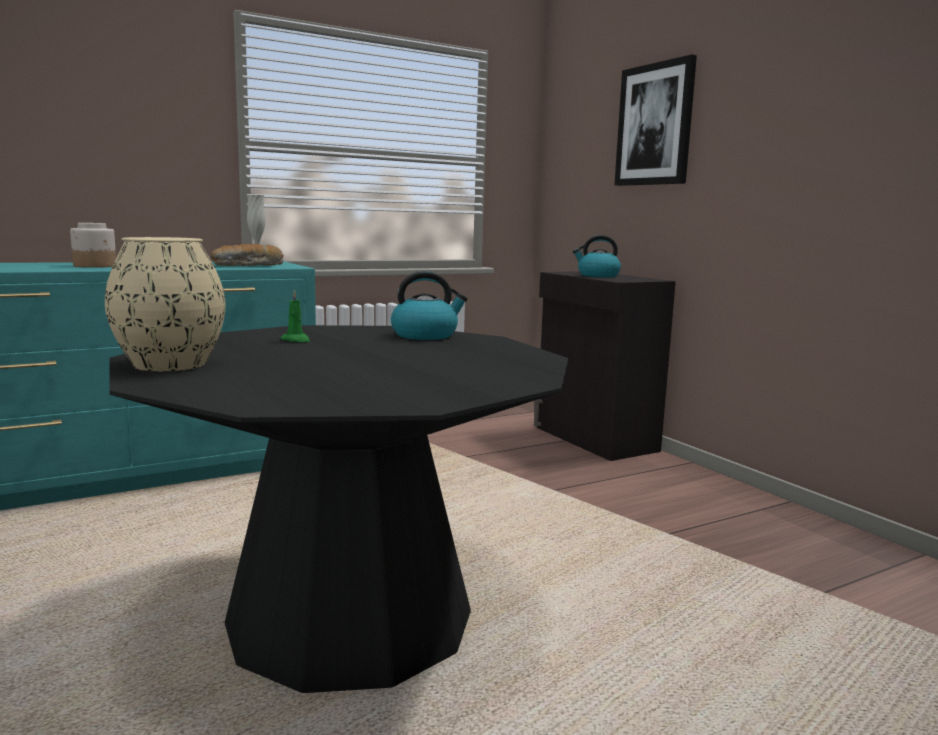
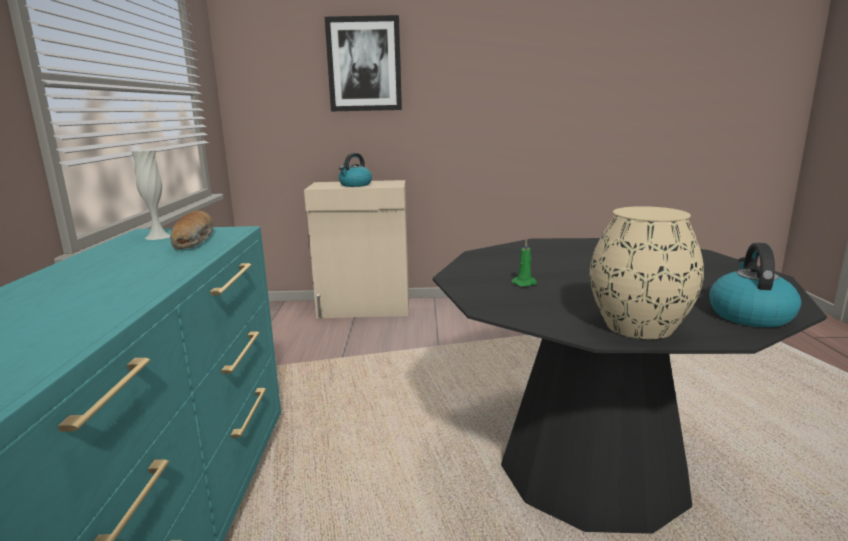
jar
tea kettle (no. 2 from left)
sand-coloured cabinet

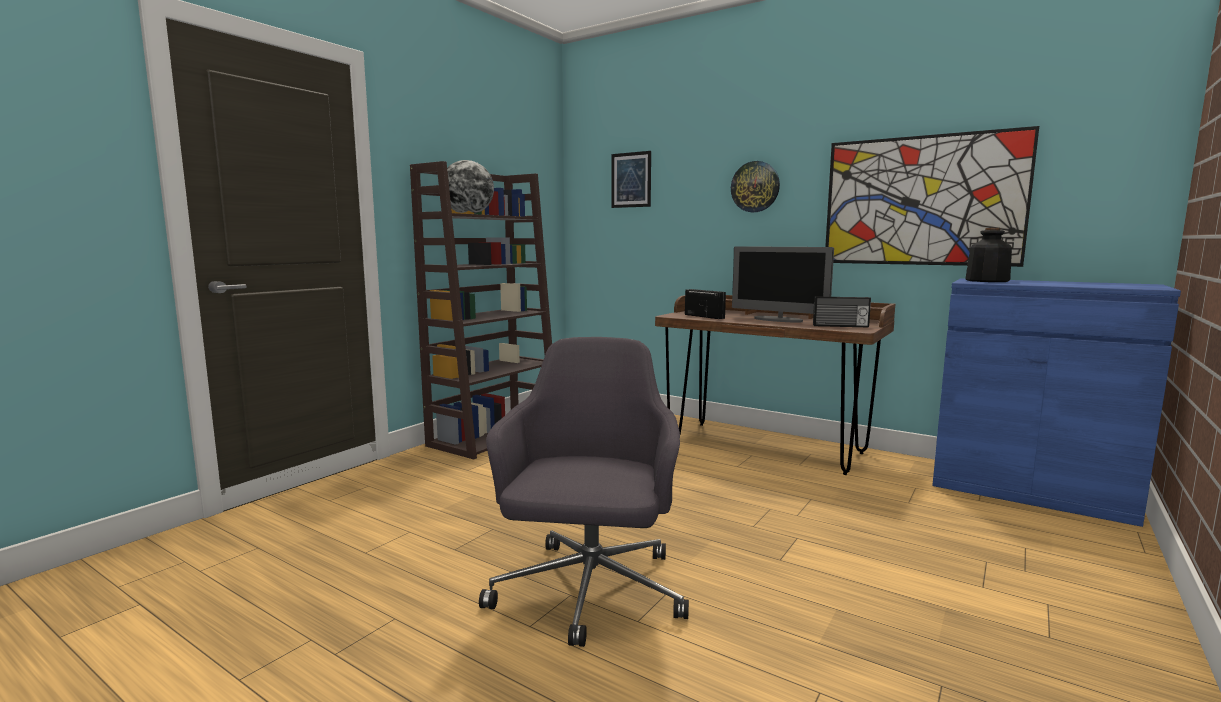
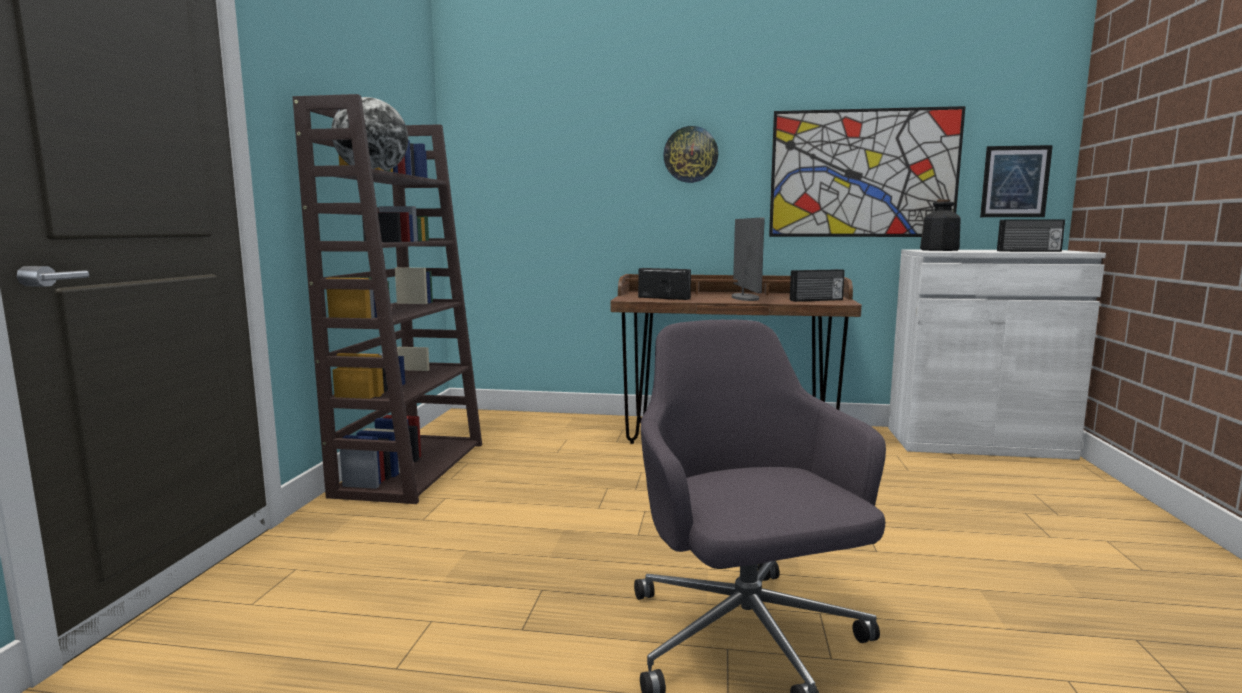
wall picture (no. 2 from left)
computer screen
white-coloured cabinet
radio (no. 3 from left)

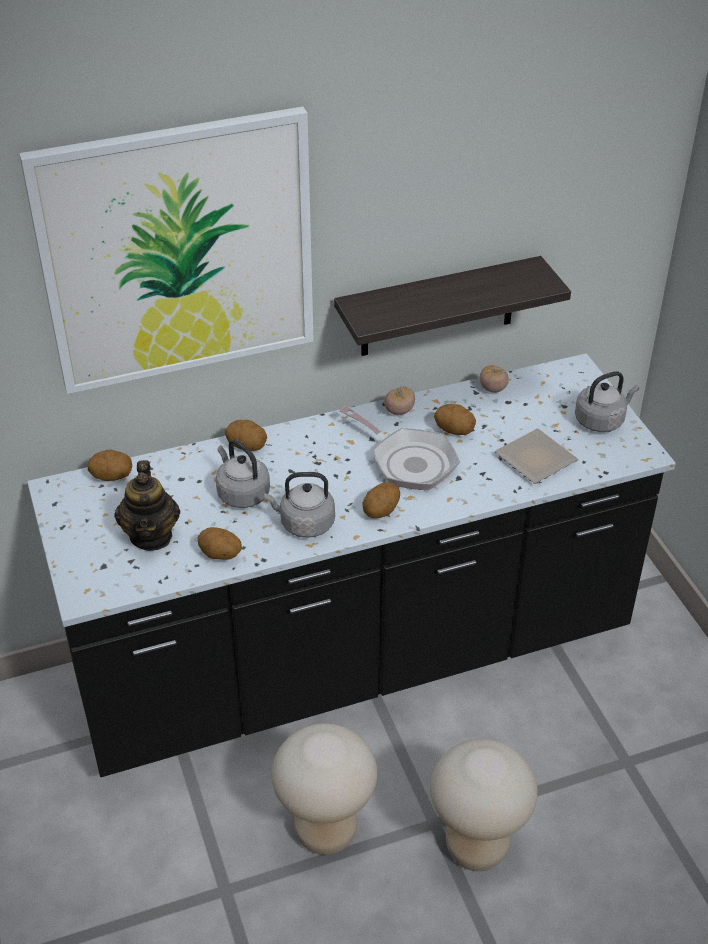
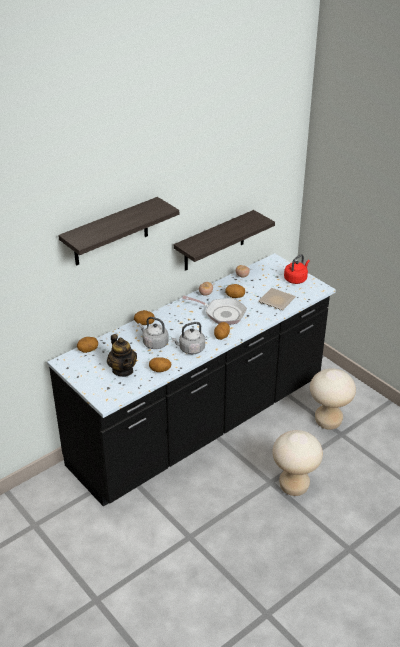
wall shelf (no. 1 from left)
sand-coloured stool (no. 2 from left)
red-coloured tea kettle

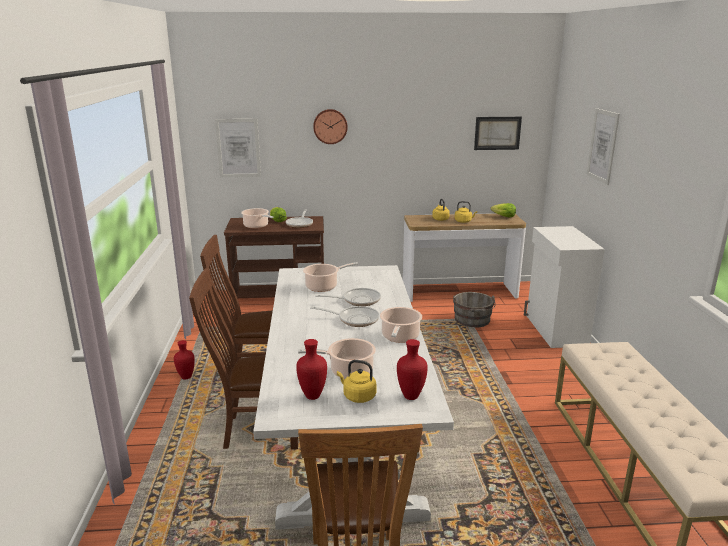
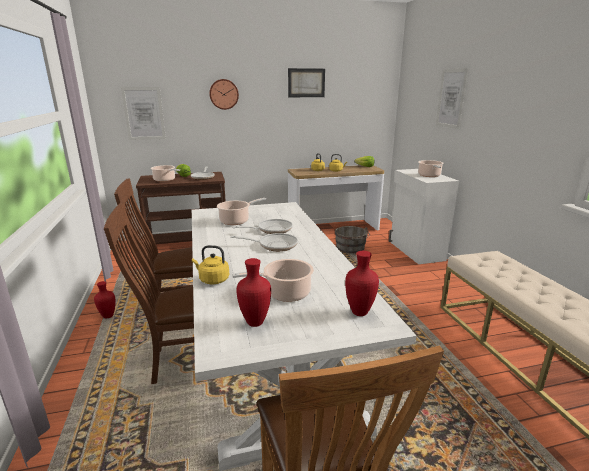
yellow tea kettle (no. 1 from left)
cooking pot (no. 4 from left)
wall picture (no. 2 from left)

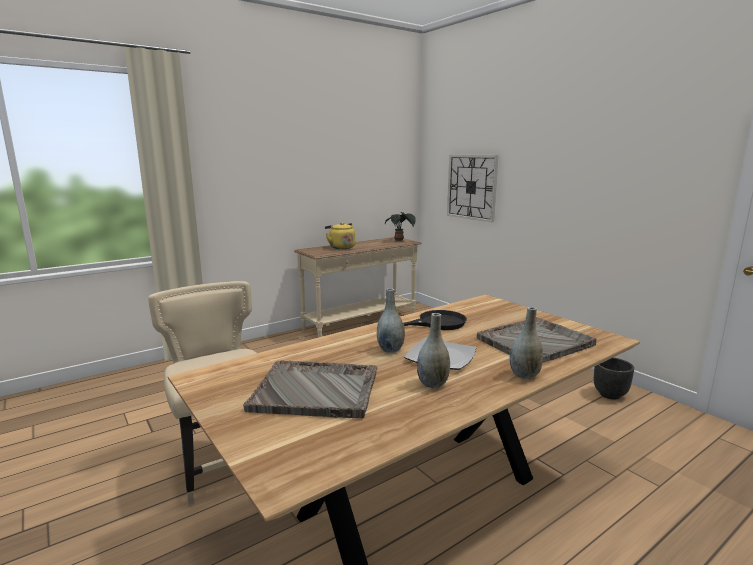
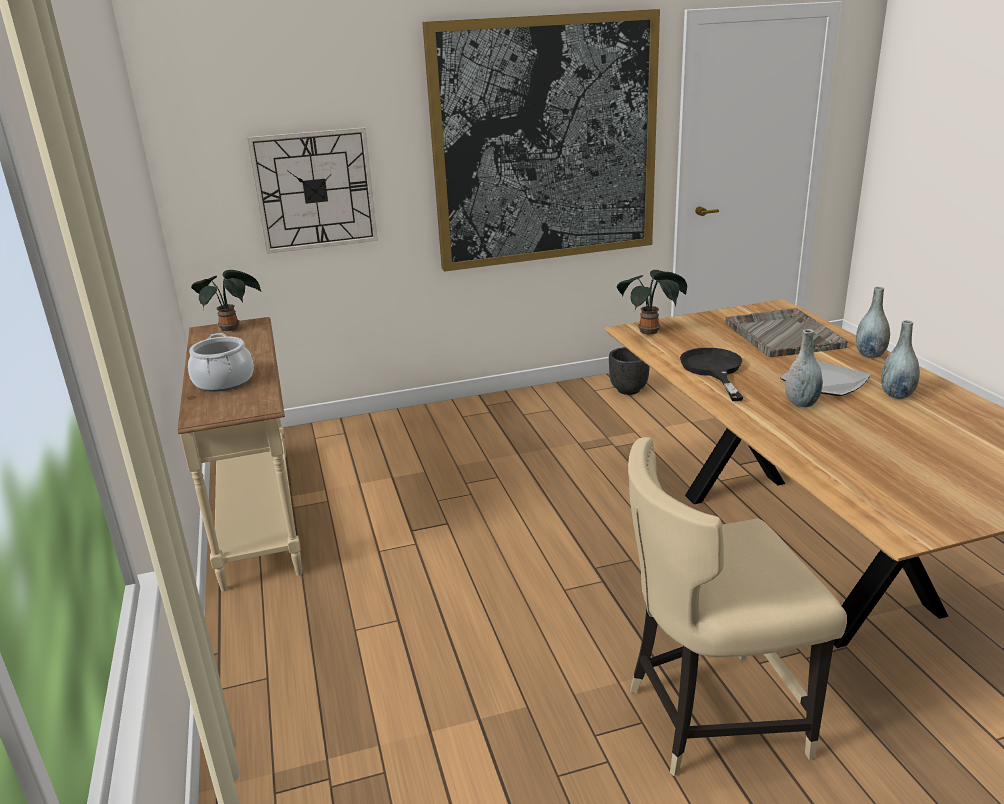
grey carrying tray (no. 1 from left in the first image)
cooking pot
wall picture
potted plant (no. 2 from left)

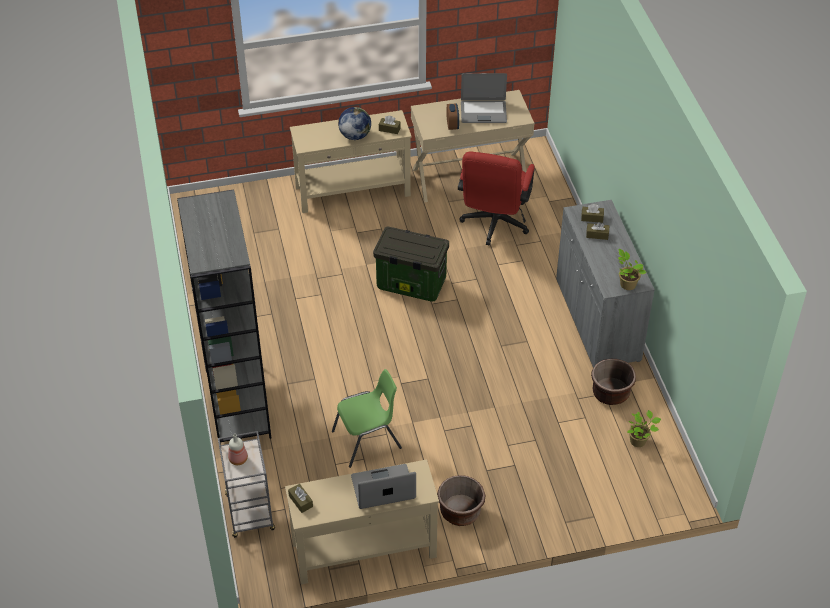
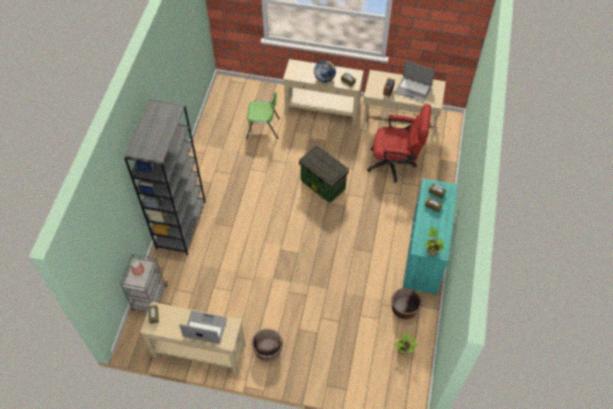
greenish upright chair
red-coloured computer chair
blue-green cabinet

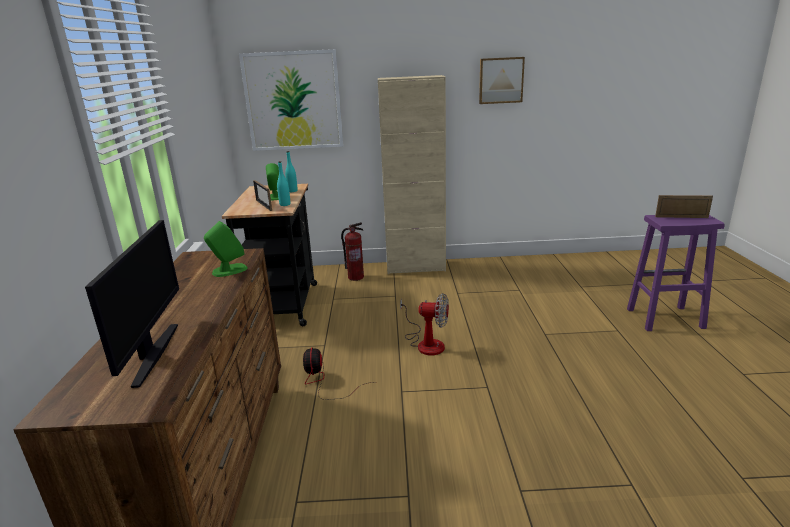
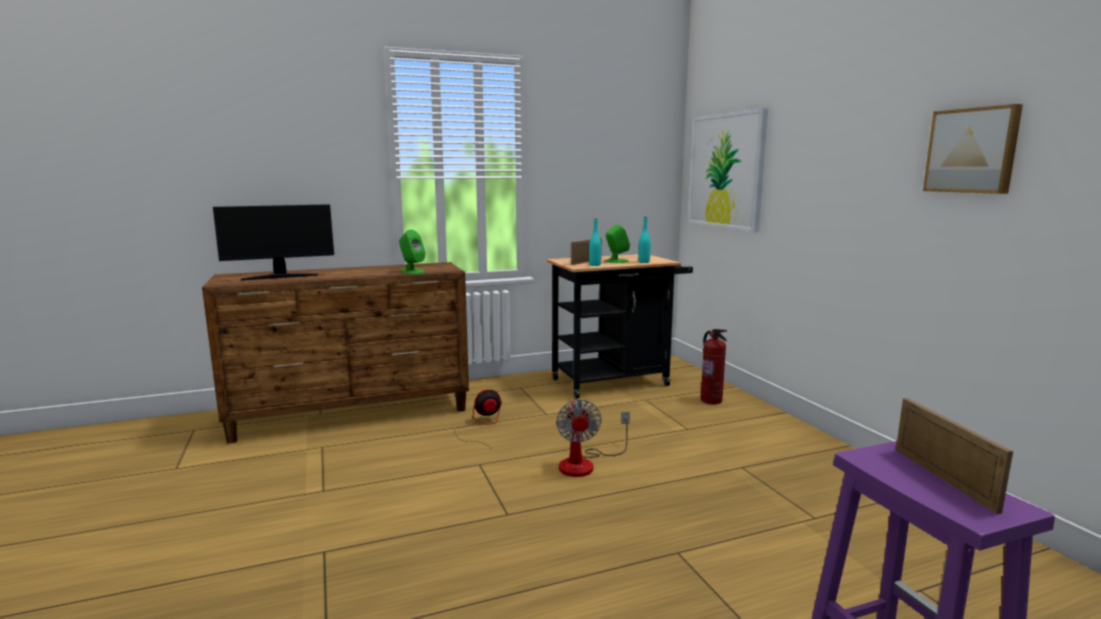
sand-coloured cabinet

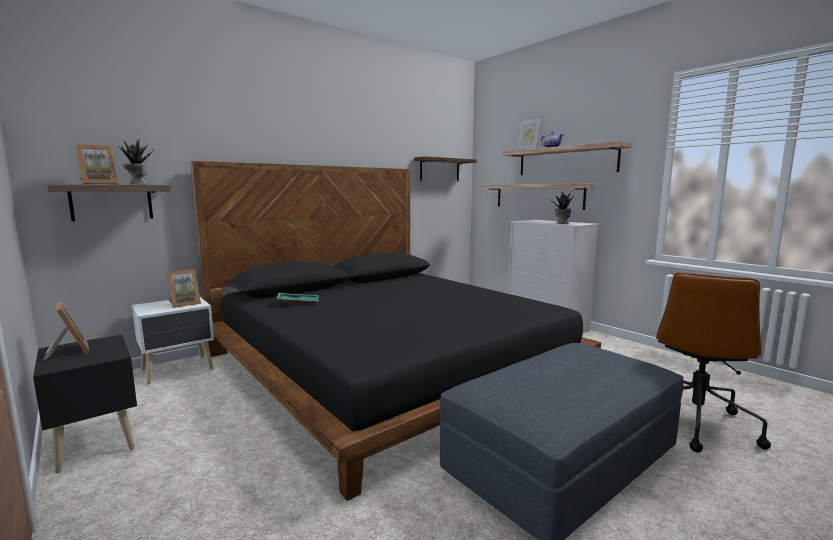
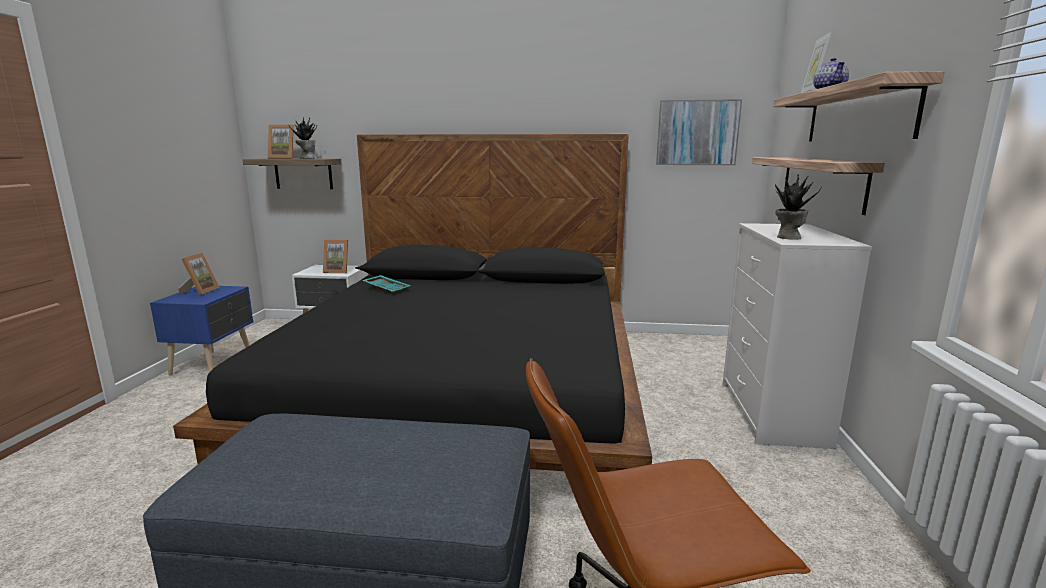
blue-coloured night table
wall picture

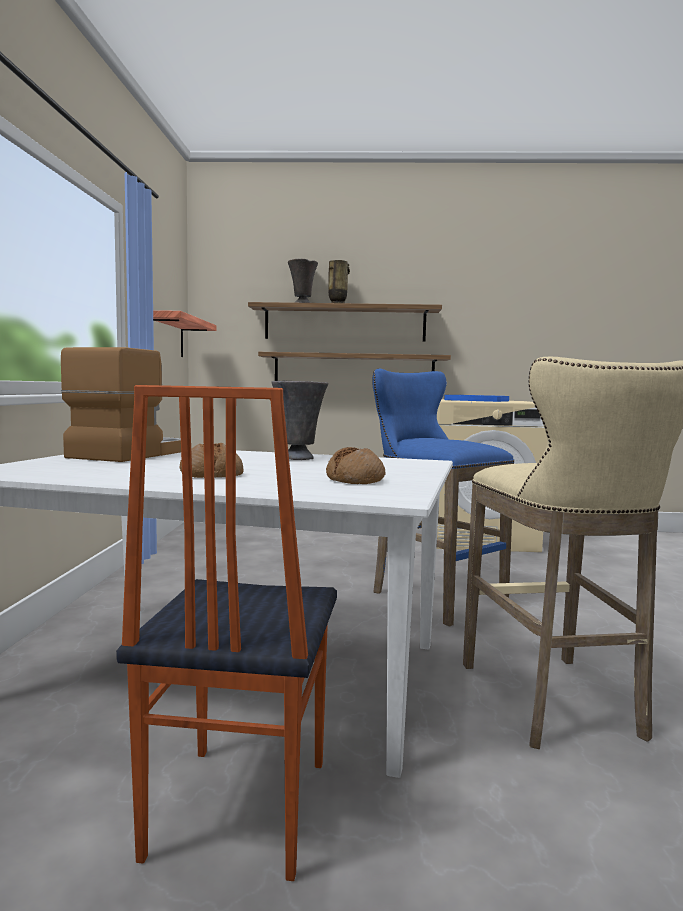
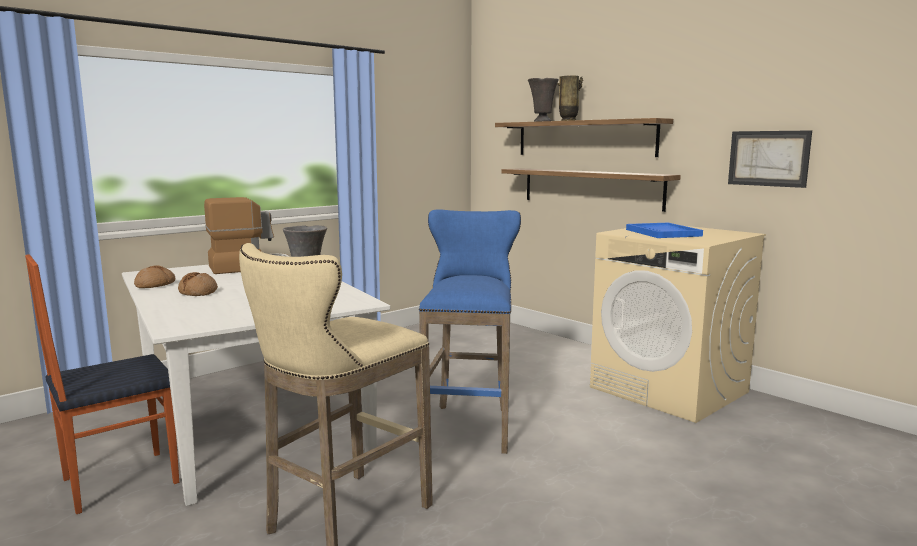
wall shelf (no. 1 from left in the first image)
bakery bread (no. 1 from left)
wall picture

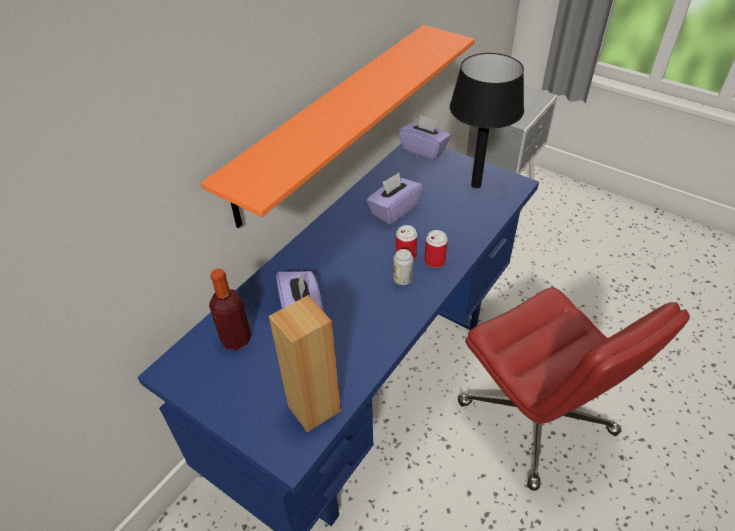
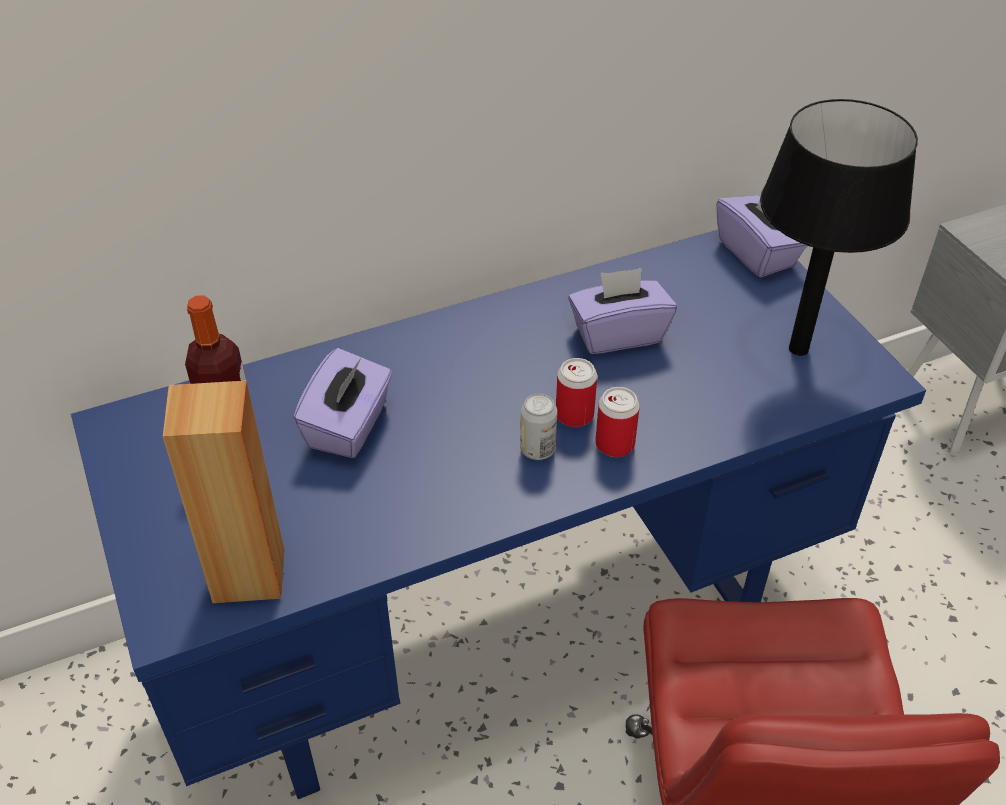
orangey wall shelf

